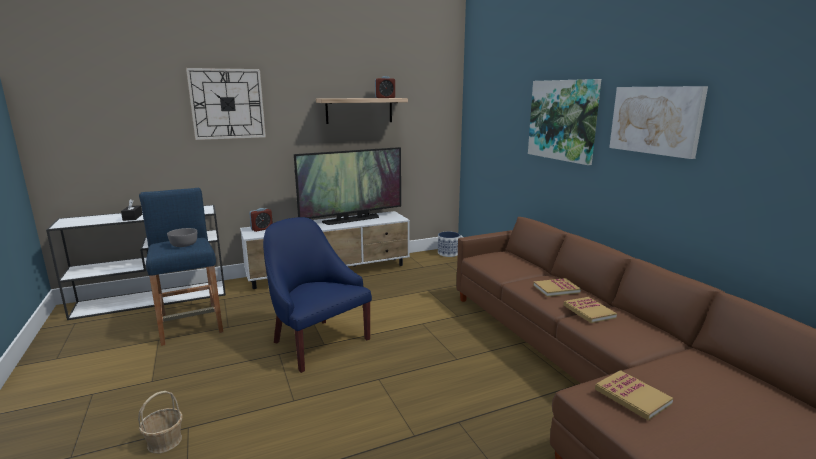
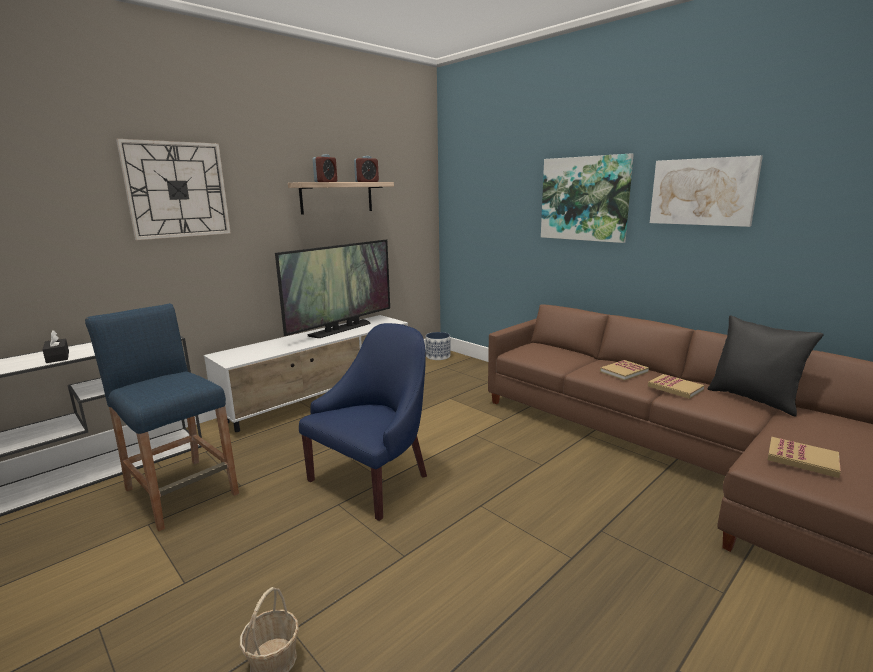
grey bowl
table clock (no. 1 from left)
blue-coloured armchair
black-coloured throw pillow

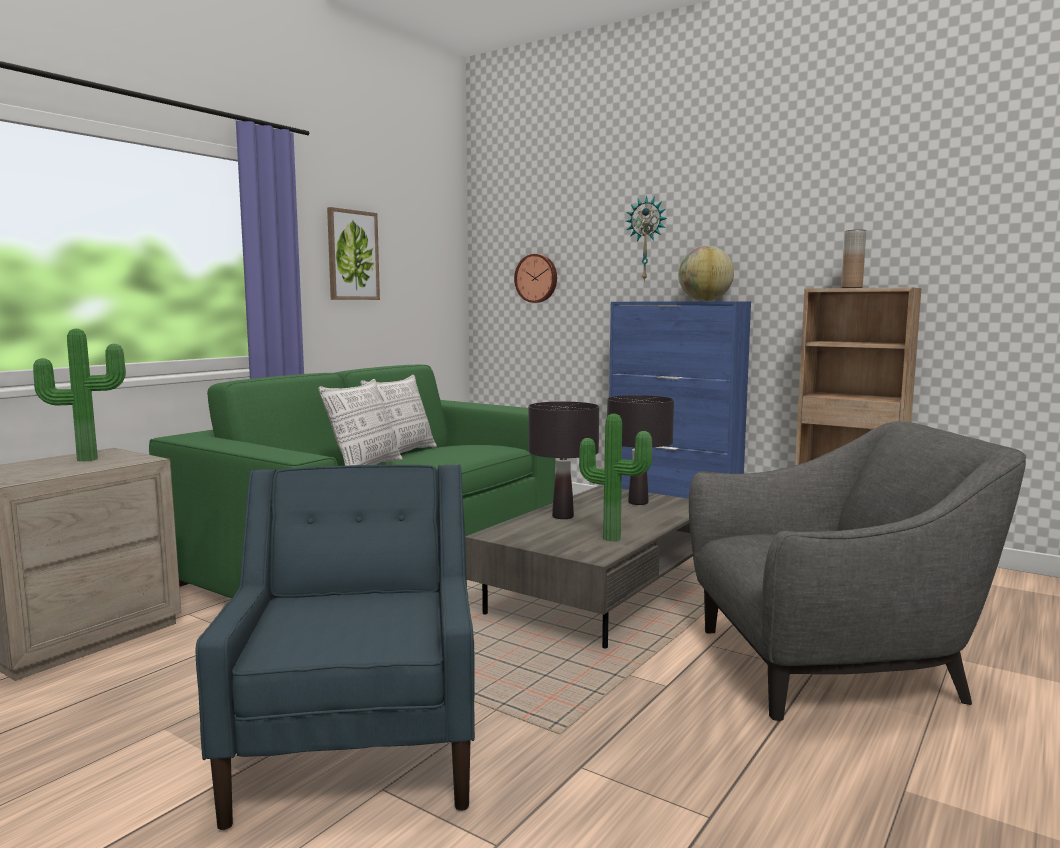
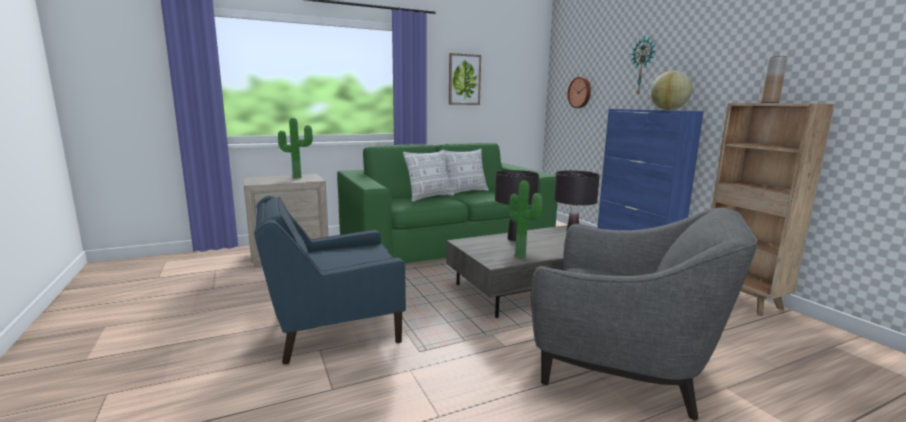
blue-coloured armchair

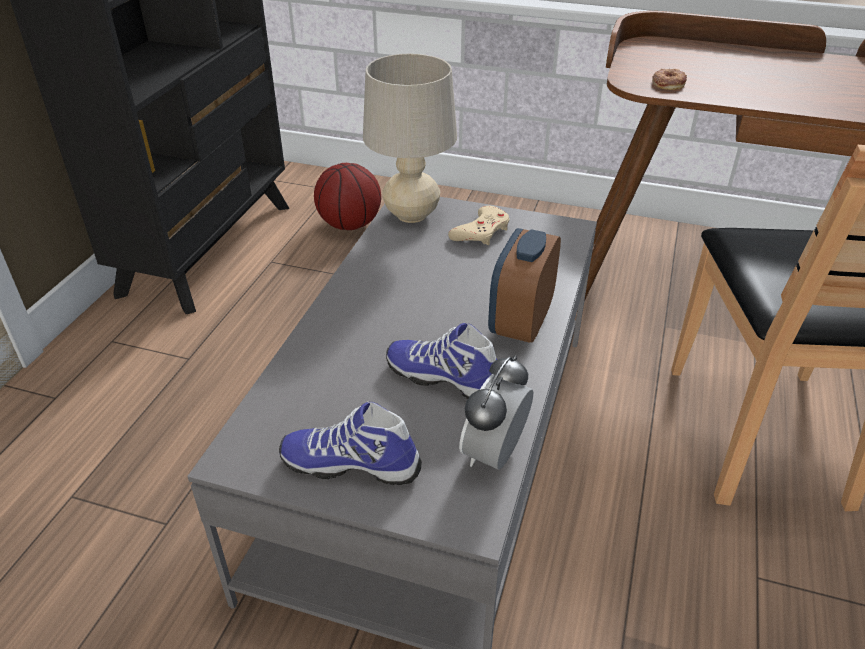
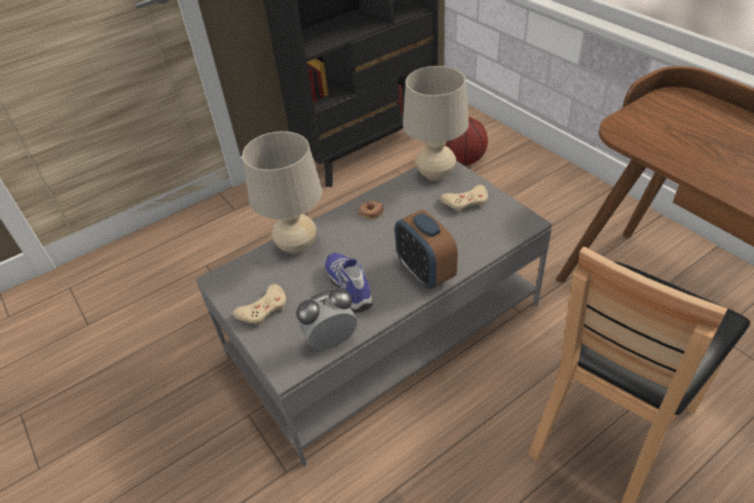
sand-coloured joypad (no. 1 from left)
table clock (no. 2 from left)
doughnut
sand-coloured table lamp (no. 1 from left)

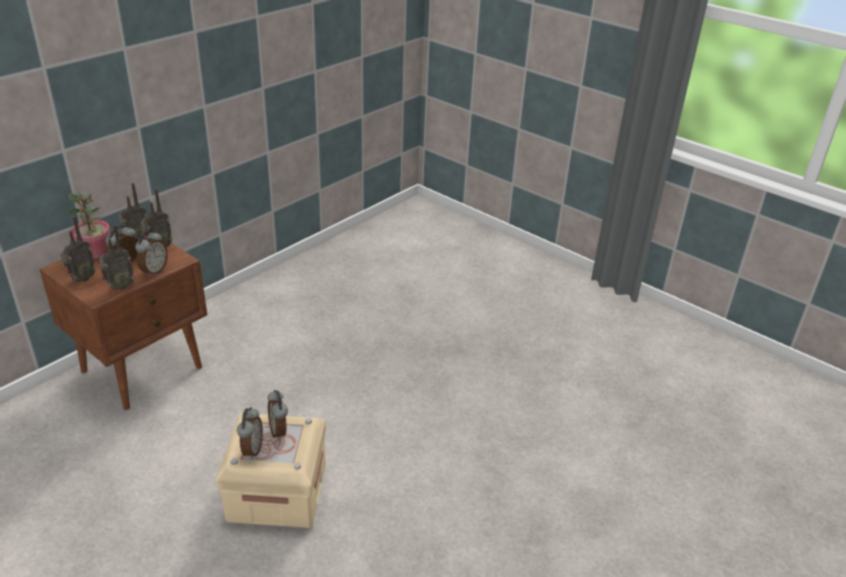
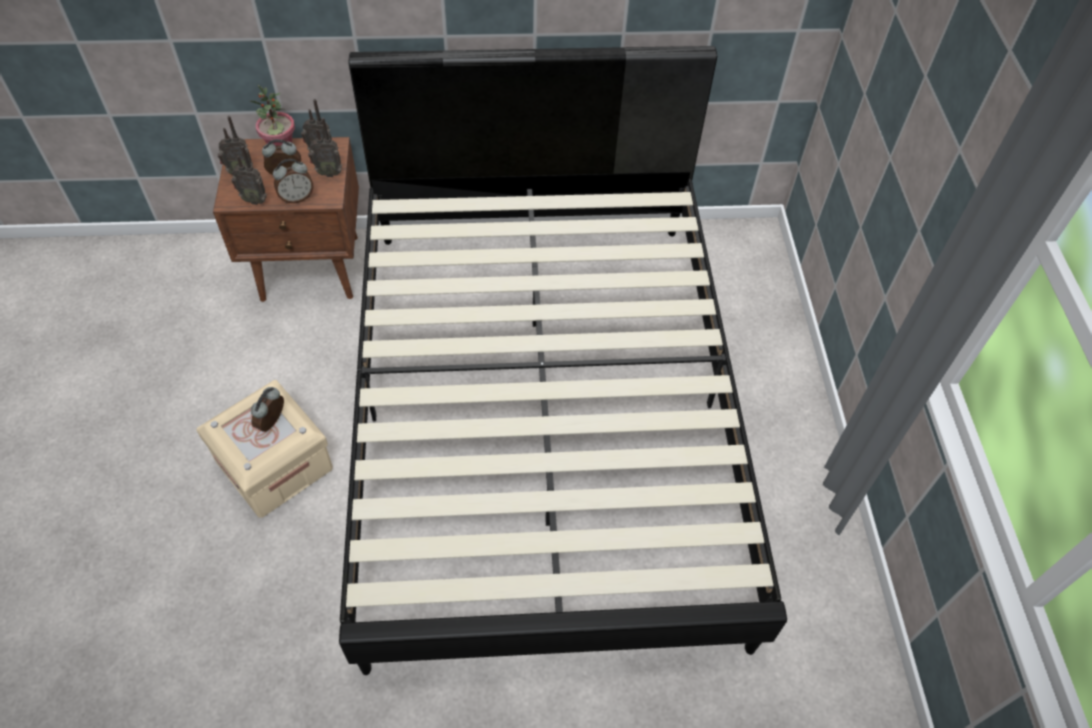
table clock (no. 3 from left in the first image)
black-coloured bed

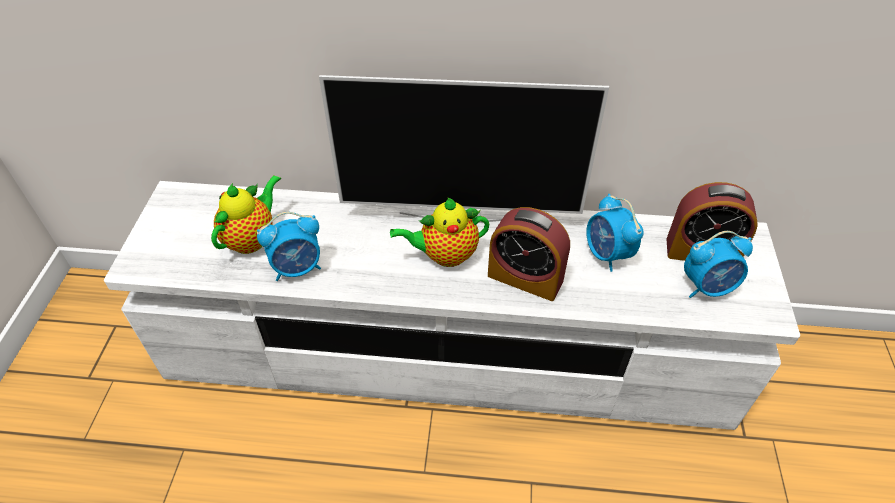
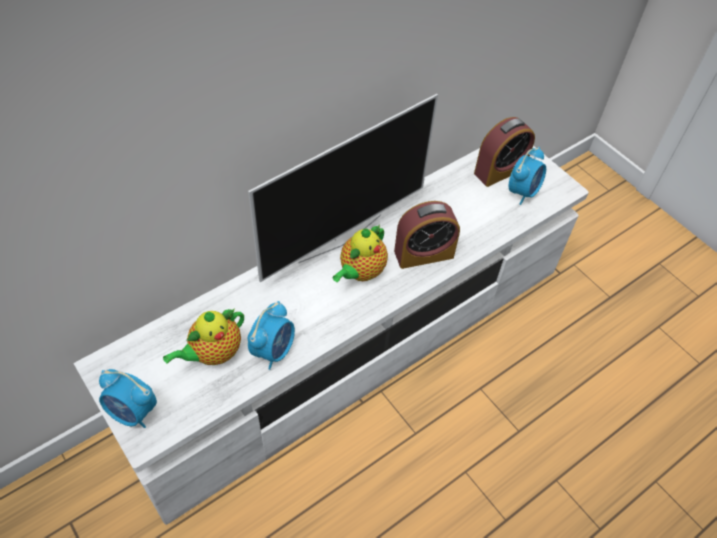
pot for tea (no. 1 from left)
table clock (no. 1 from left)

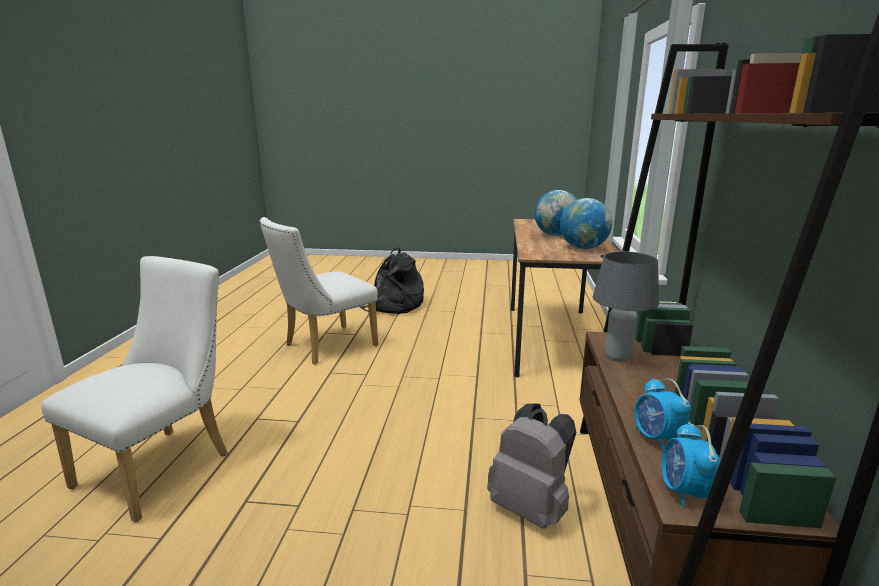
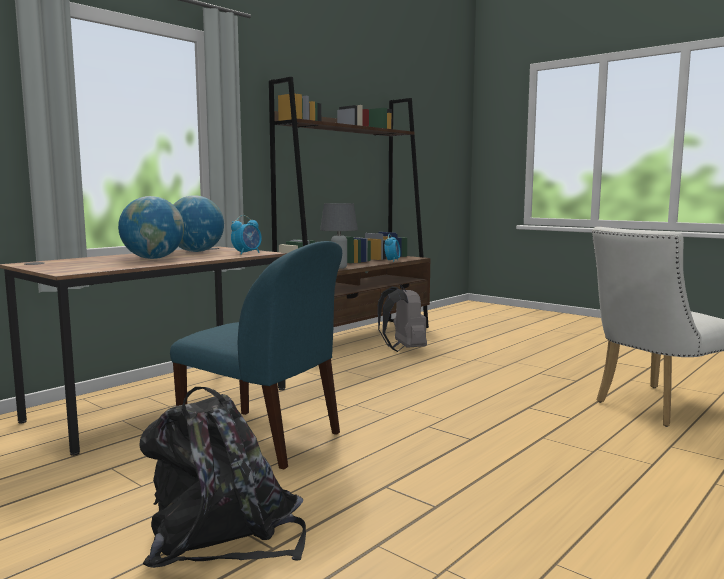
white-coloured upright chair (no. 2 from left in the first image)
table clock (no. 1 from left)
blue-coloured upright chair

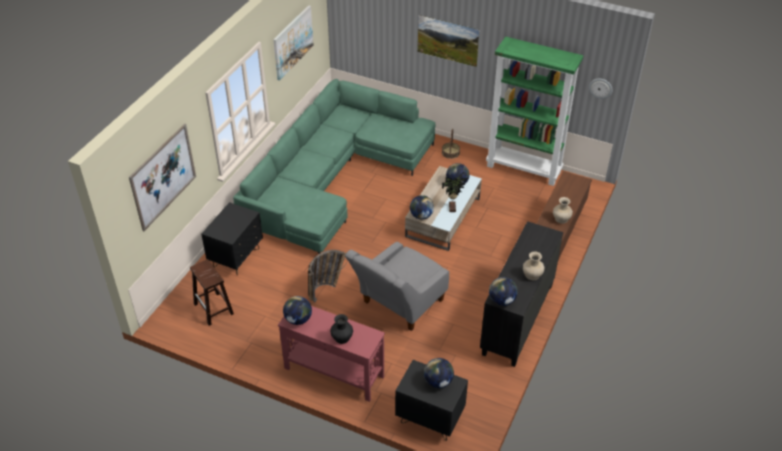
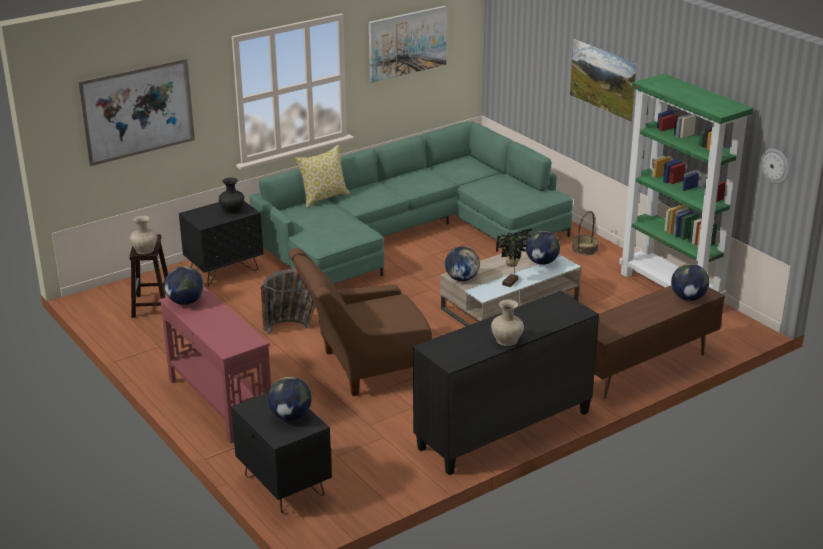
black-coloured flower vase
brownish armchair
globe (no. 5 from left)
sand-coloured flower vase (no. 1 from left)
throw pillow

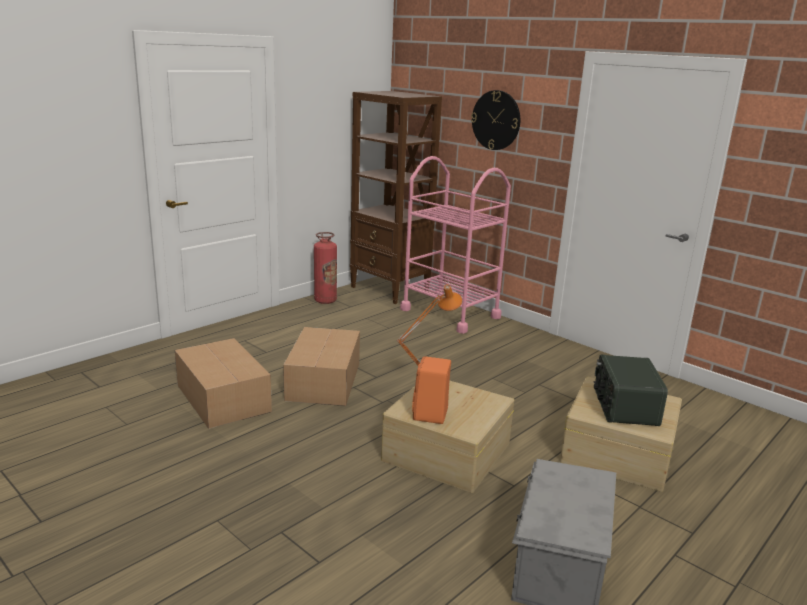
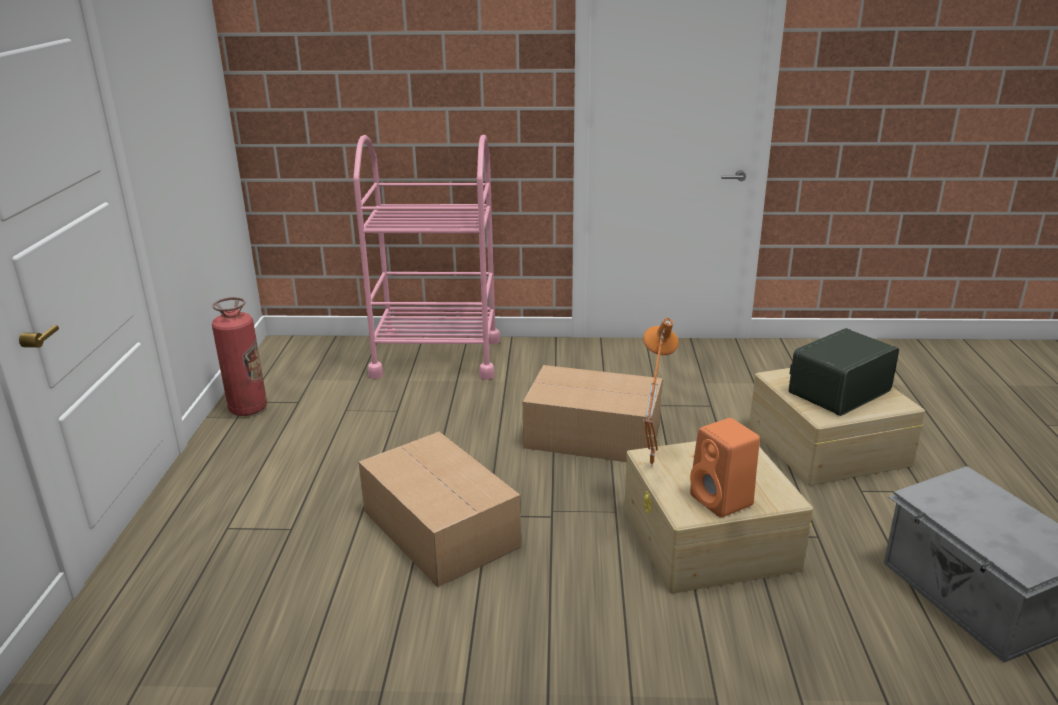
cardboard box (no. 2 from left)
brownish shelving unit
hanging clock
radio

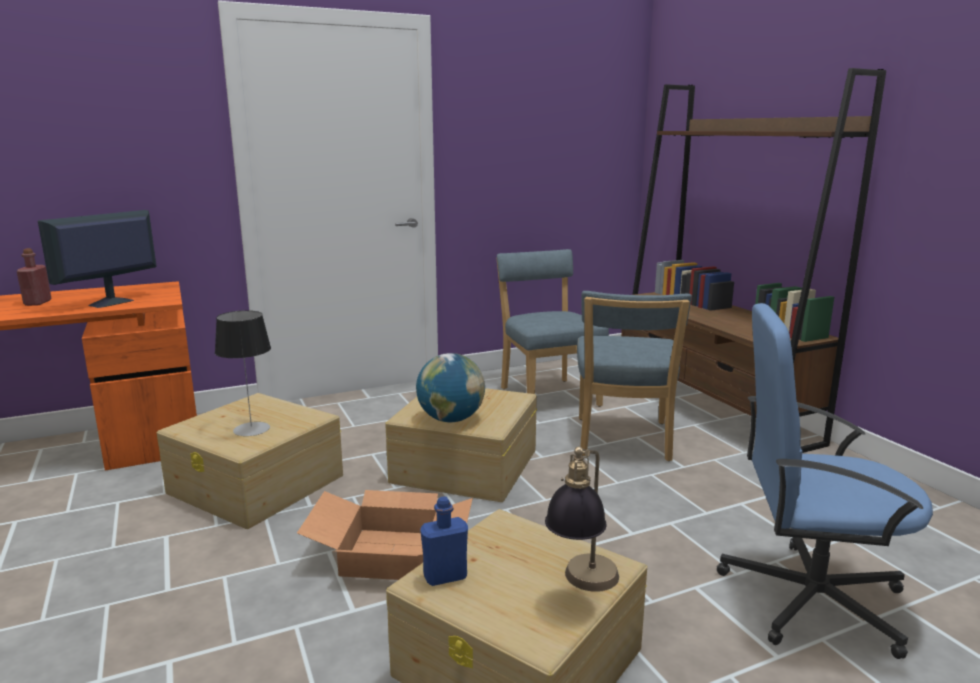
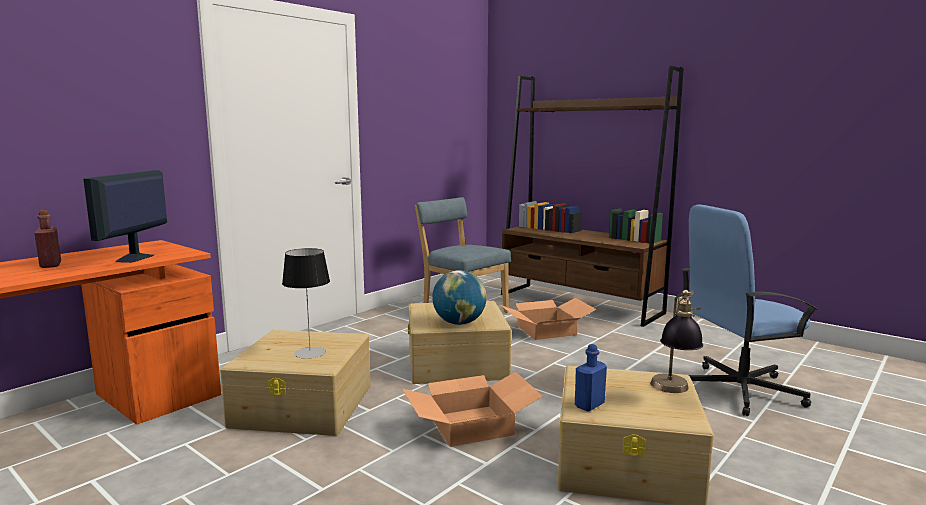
cardboard box (no. 2 from left)

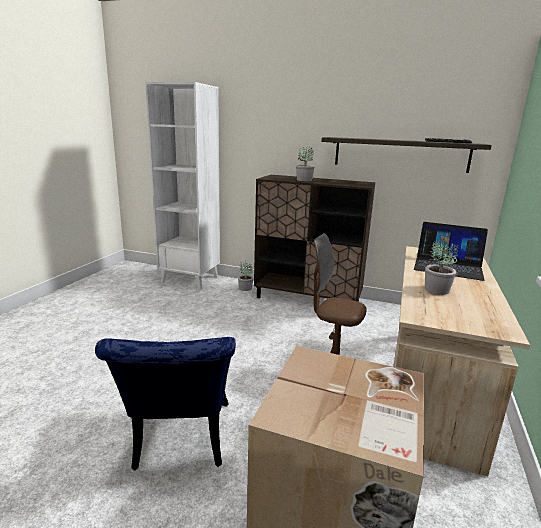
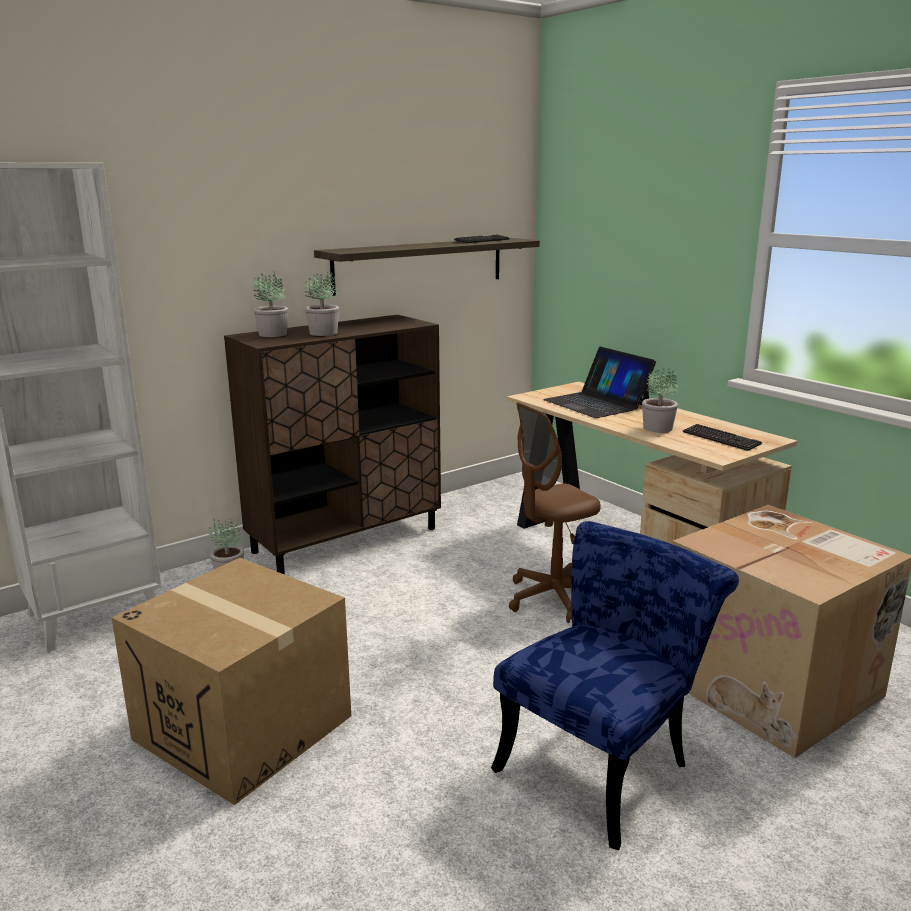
blue-coloured upright chair
portable computer
cardboard box (no. 1 from left)
potted plant (no. 2 from left)
PC keyboard (no. 2 from left)

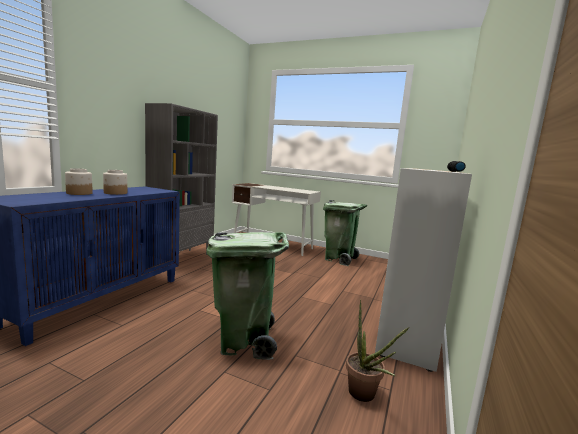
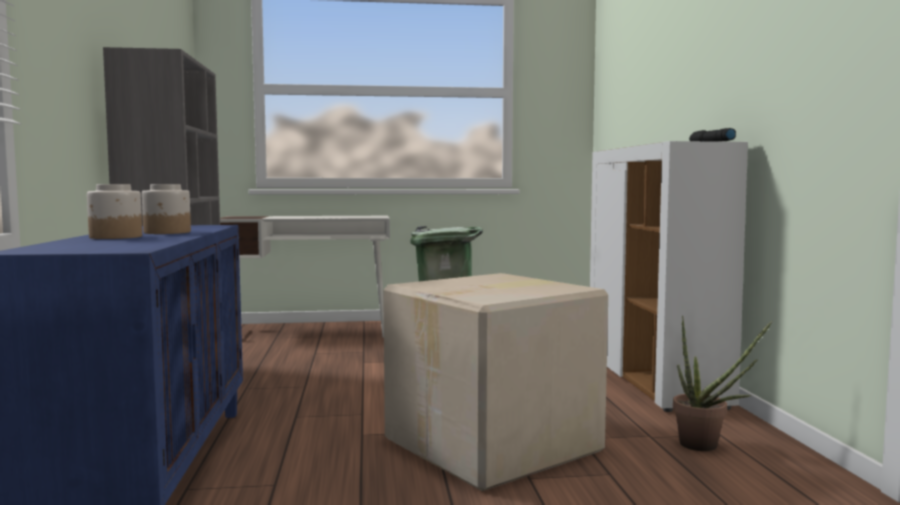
cardboard box

